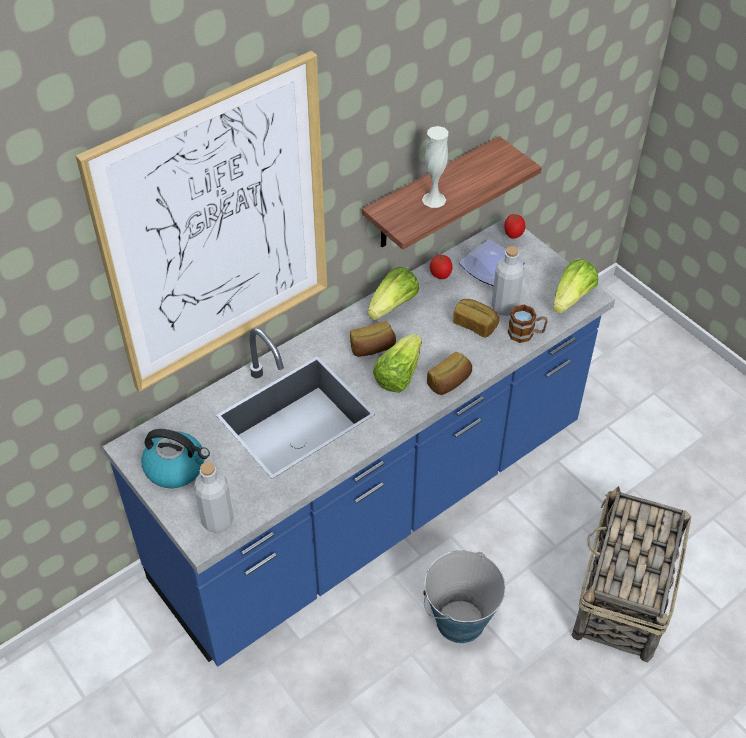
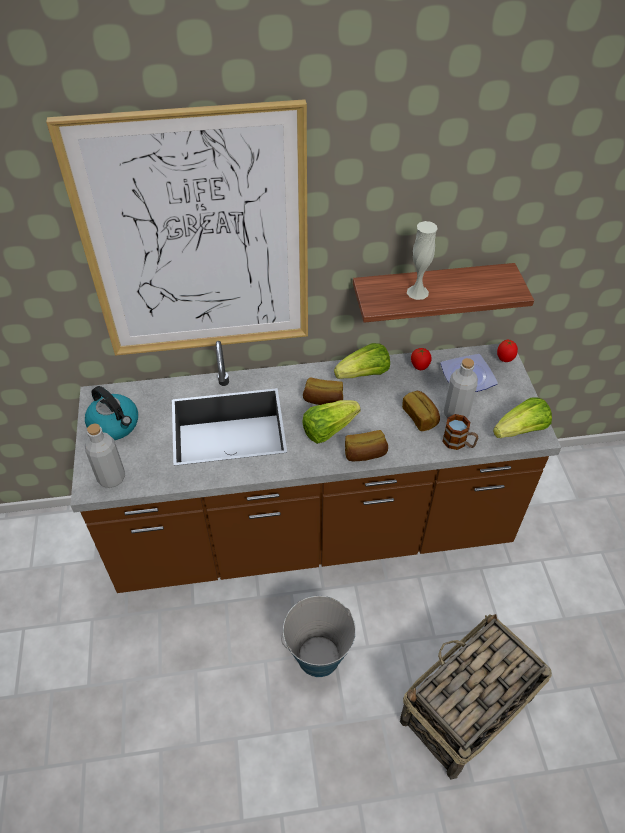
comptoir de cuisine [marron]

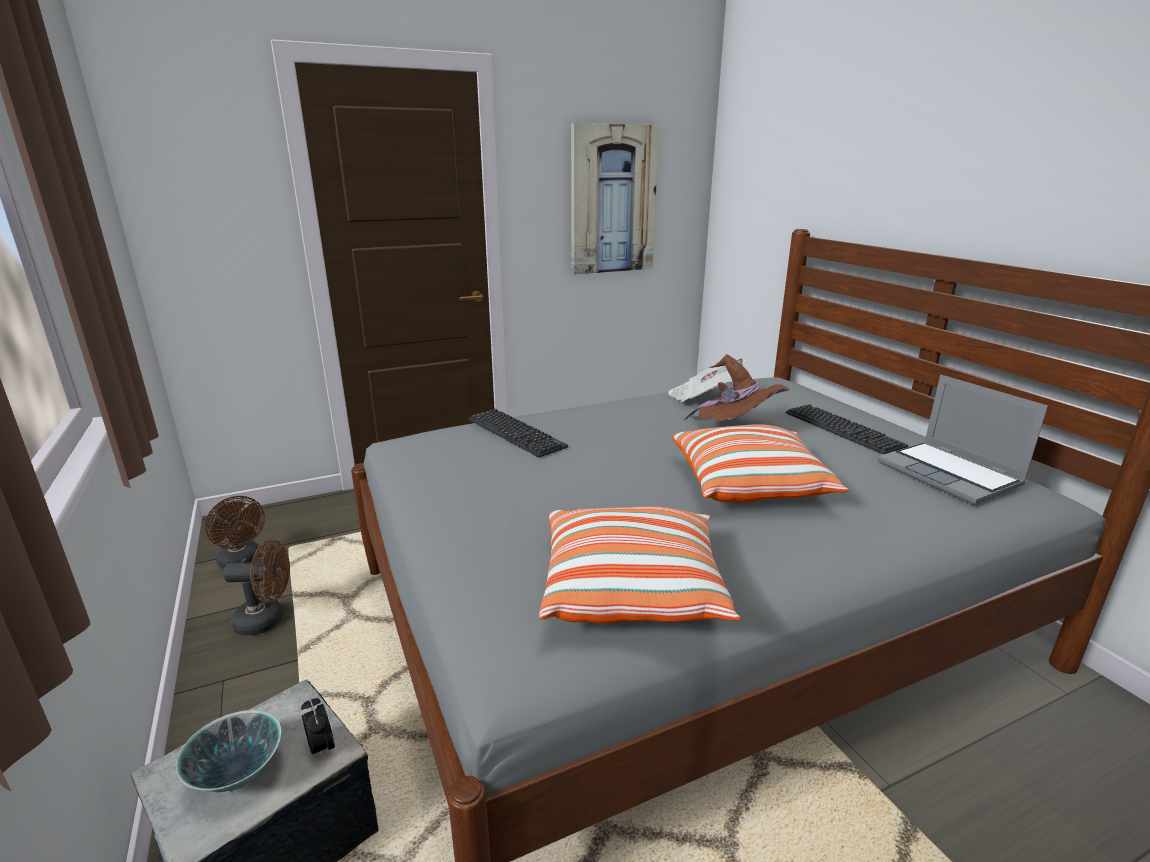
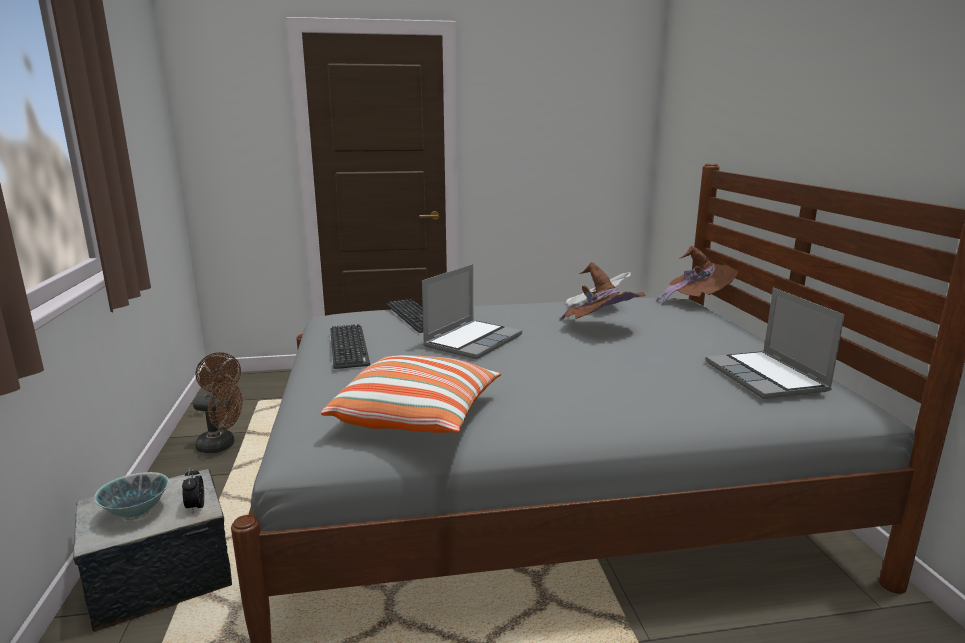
tableau
coussin (2nd from left in the first image)
ordinateur portable (1st from left)
chapeau [marron] (2nd from left)
clavier (1st from left)

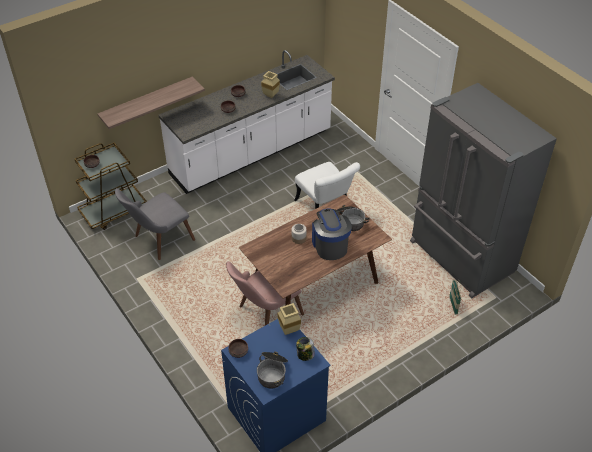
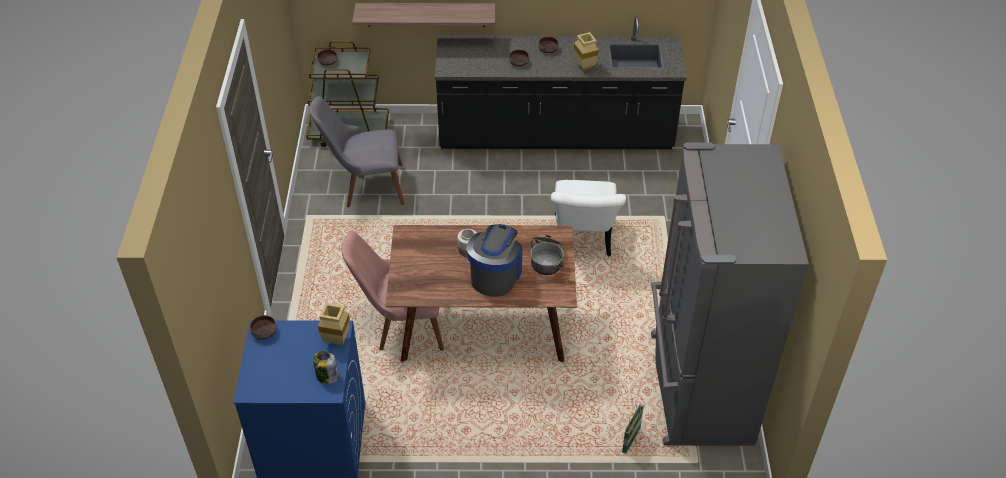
marmite (1st from left in the first image)
comptoir de cuisine [noir]

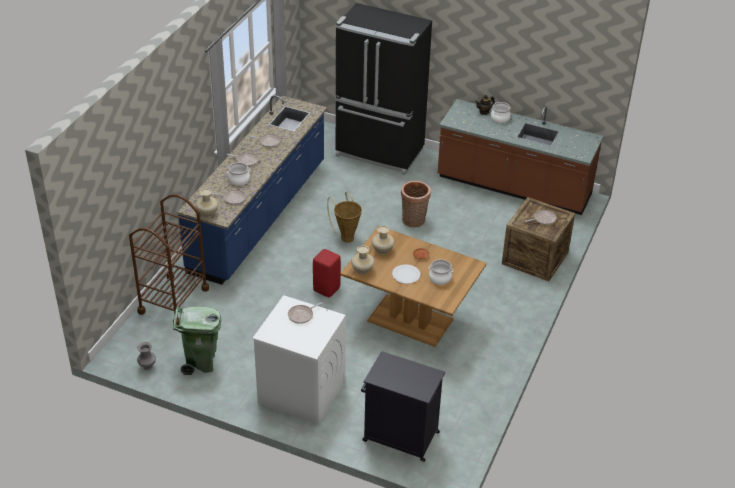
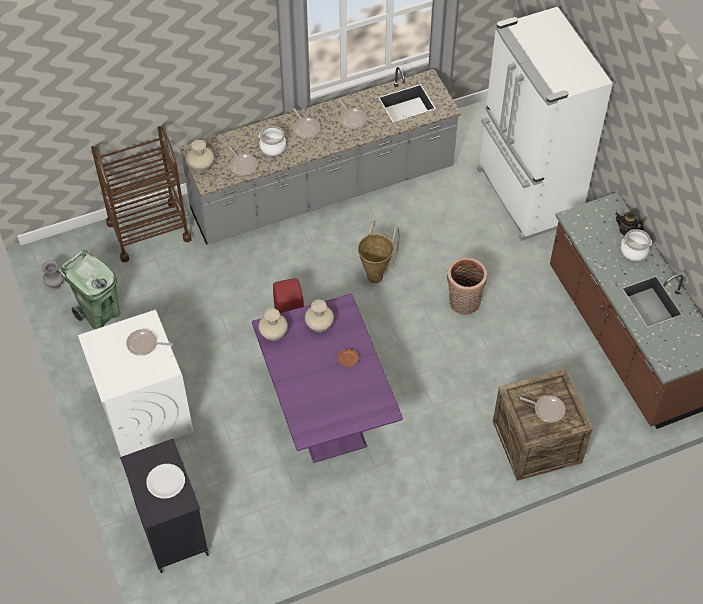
marmite (2nd from left in the first image)
assiette [blanc]
comptoir de cuisine [gris]
réfrigérateur [blanc]
table à manger [violet]

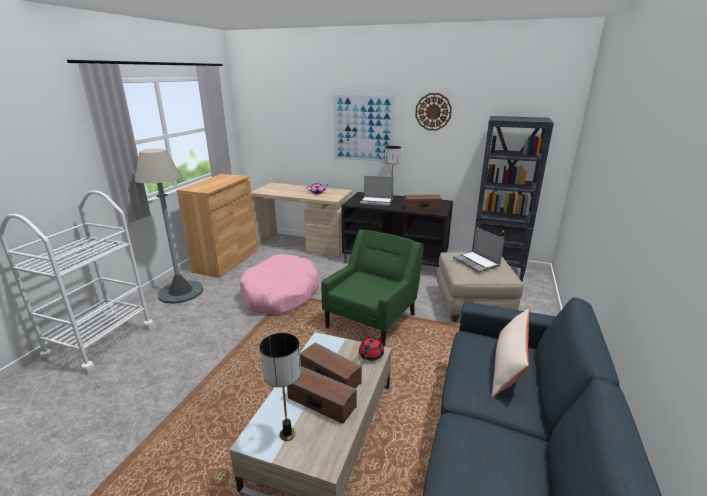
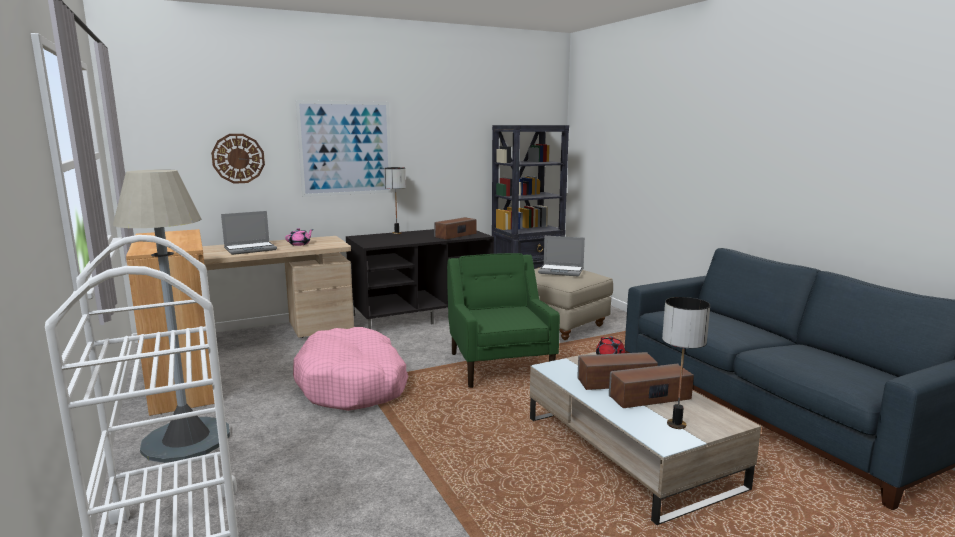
coussin [beige]
ordinateur portable (1st from left)
horloge murale

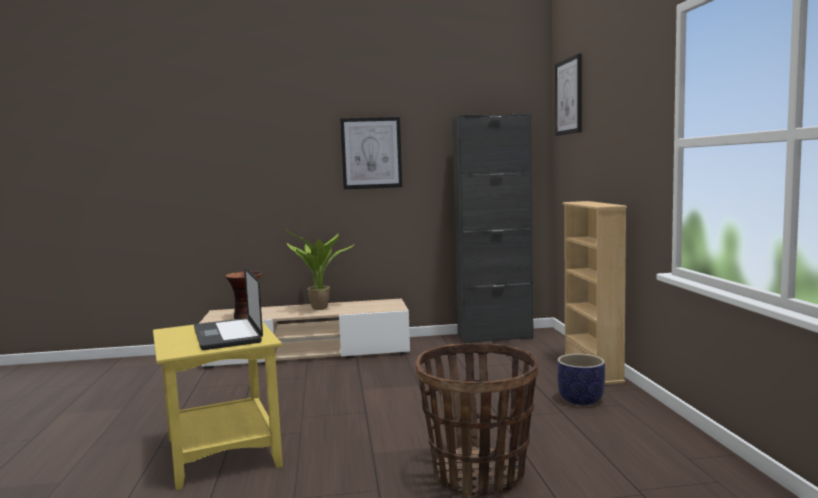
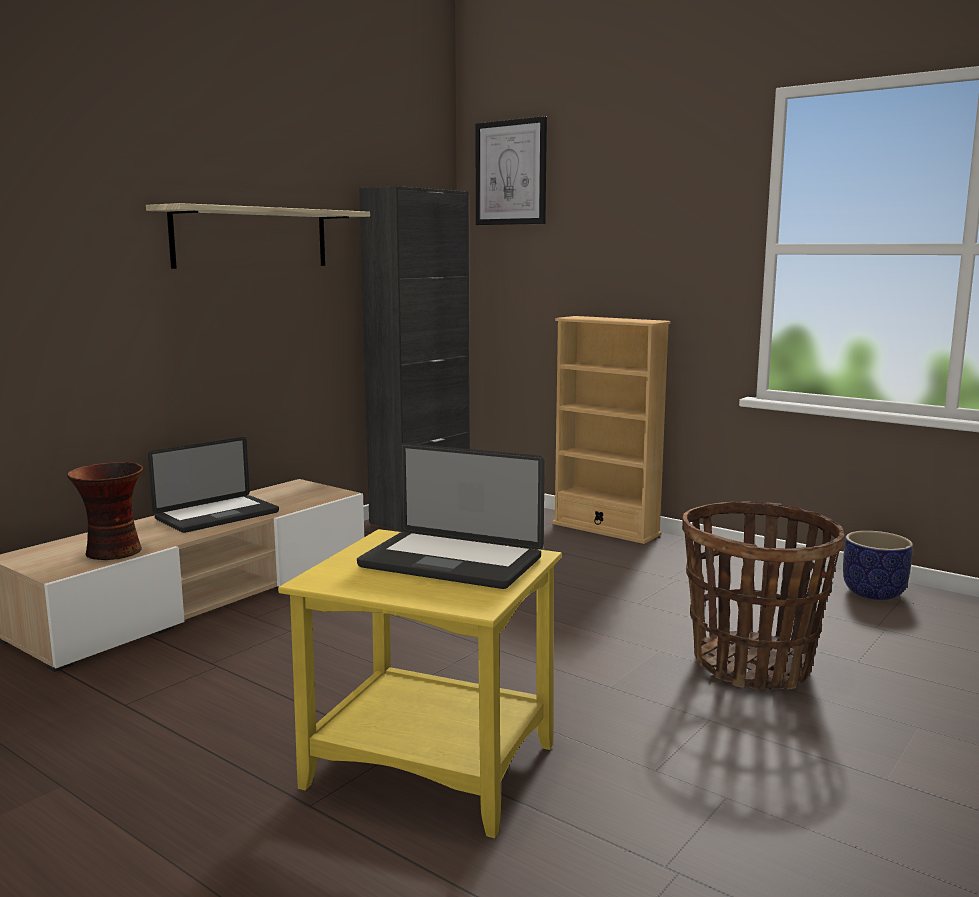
cache-pot
ordinateur portable (1st from left)
étagère

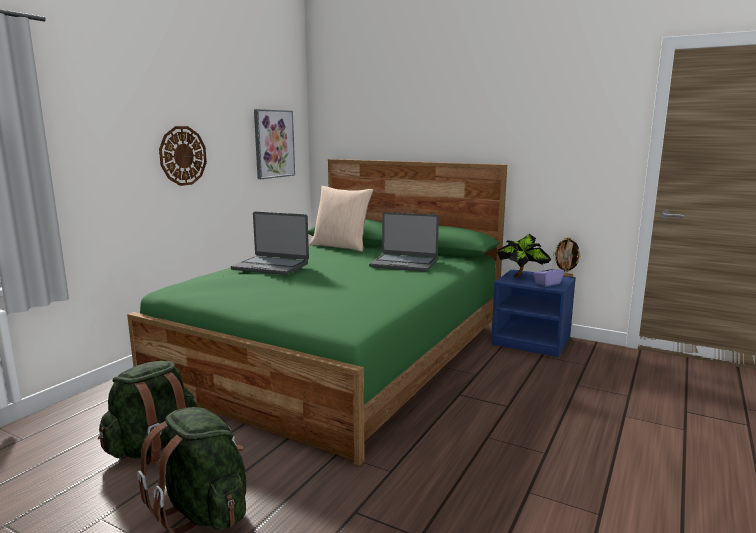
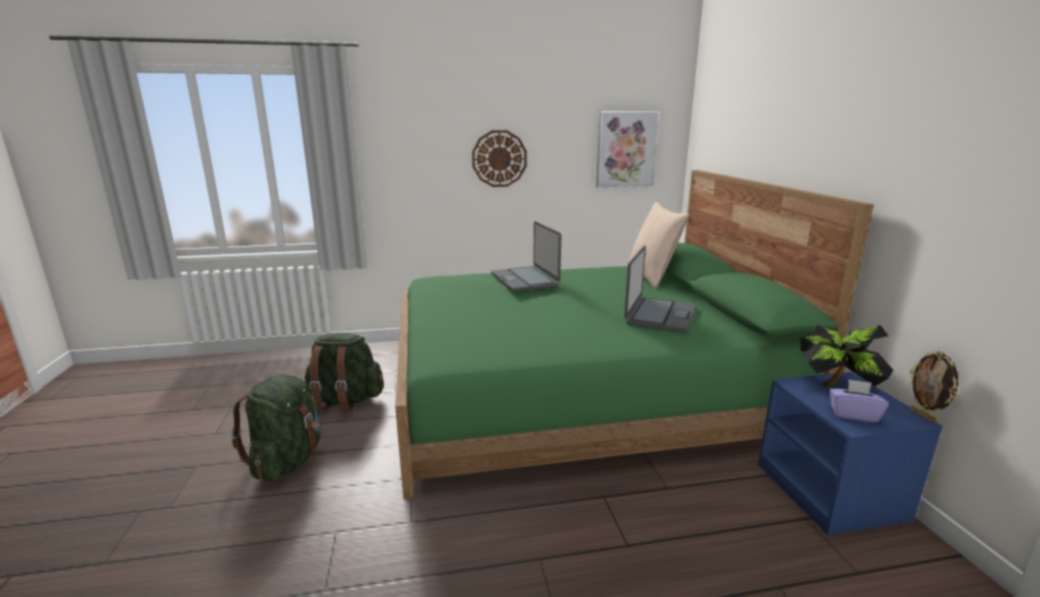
ordinateur portable (2nd from left)

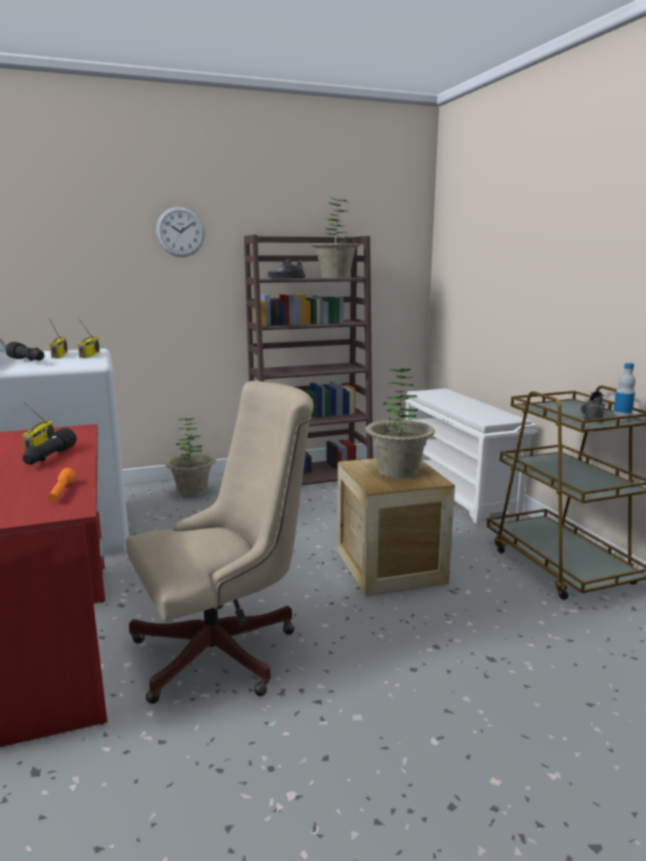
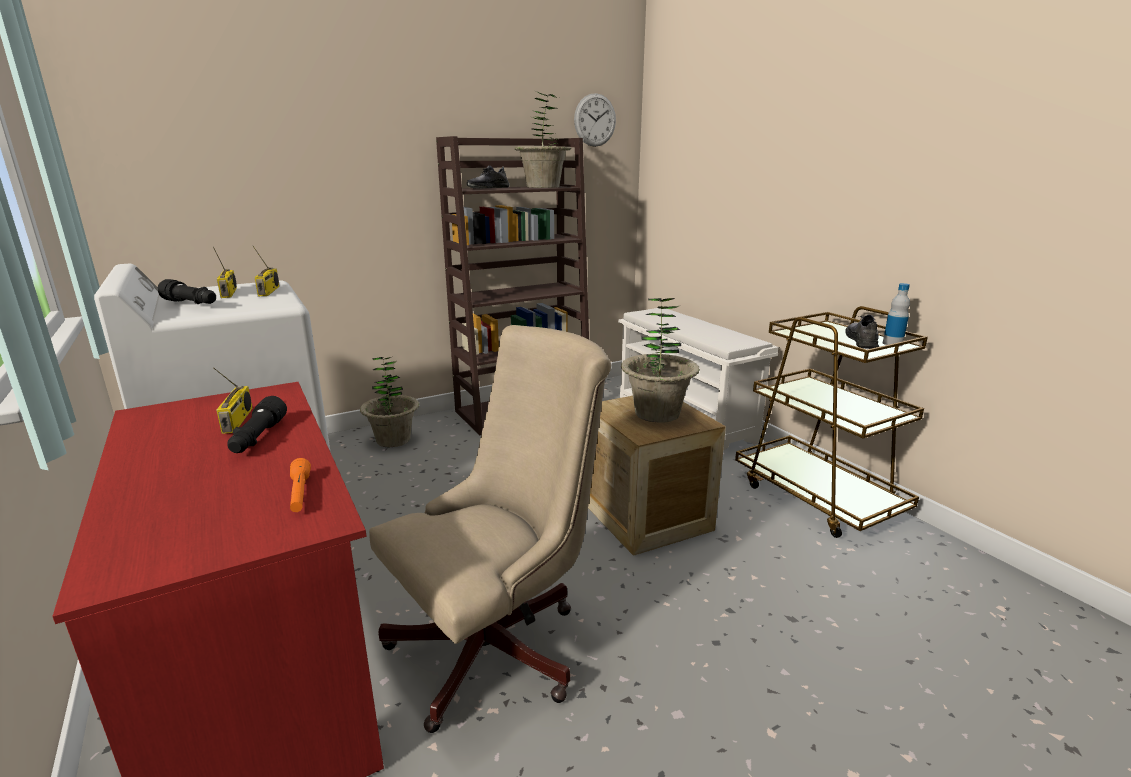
horloge murale

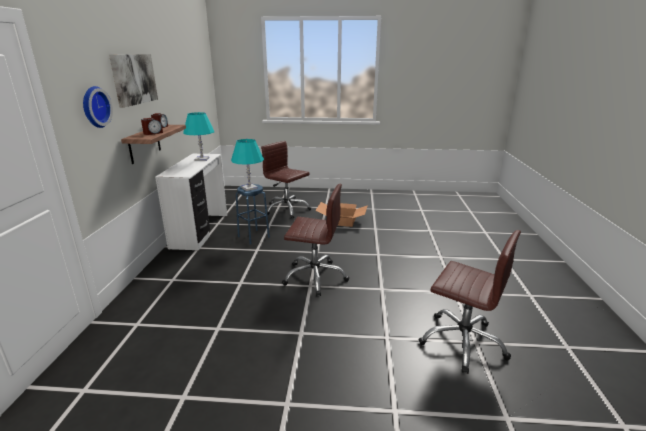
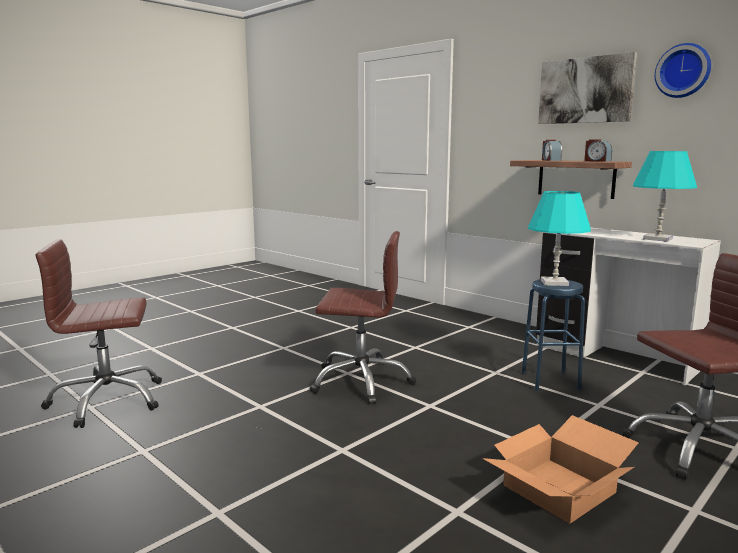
horloge murale
chaise de bureau [marron] (2nd from left)

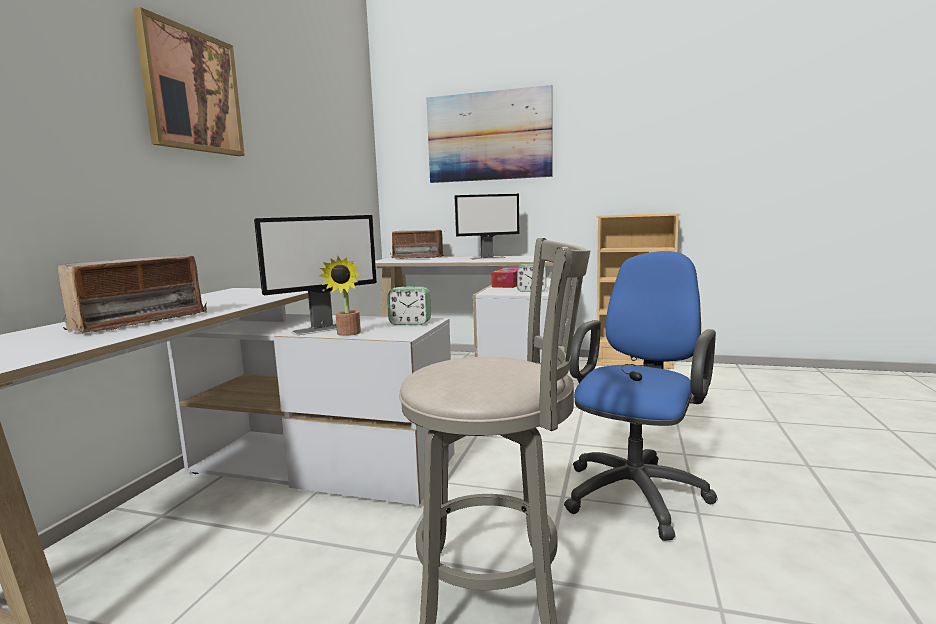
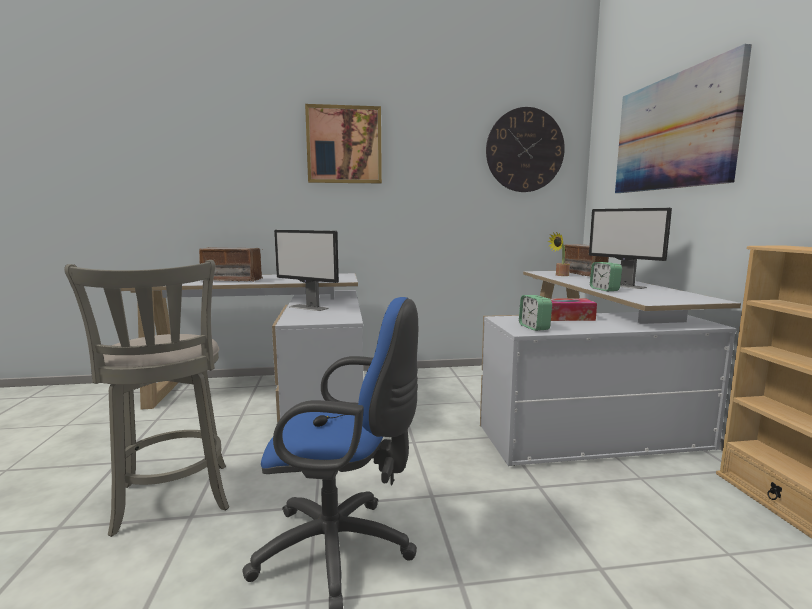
horloge murale
plante en pot
réveil (2nd from left)

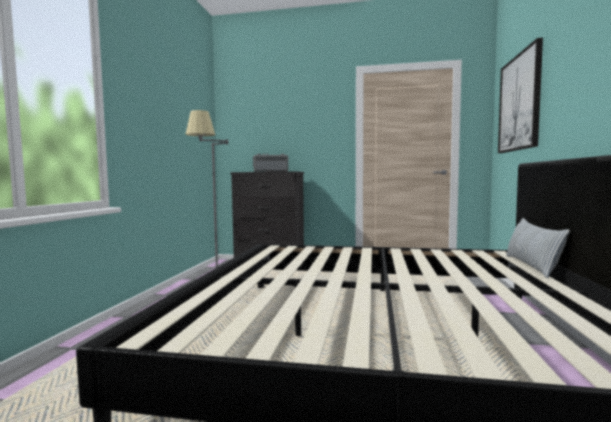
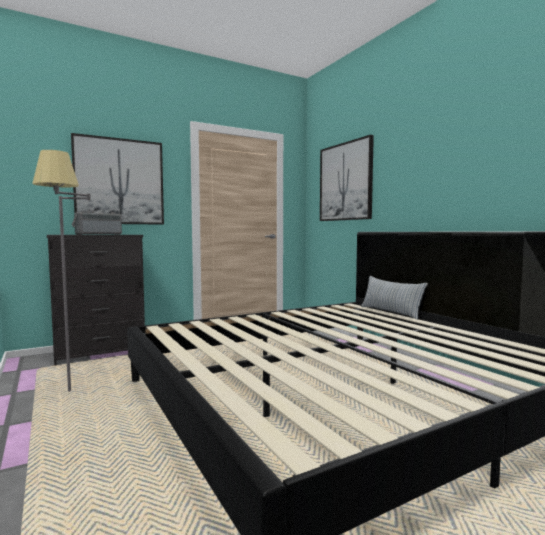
tableau (1st from left)

